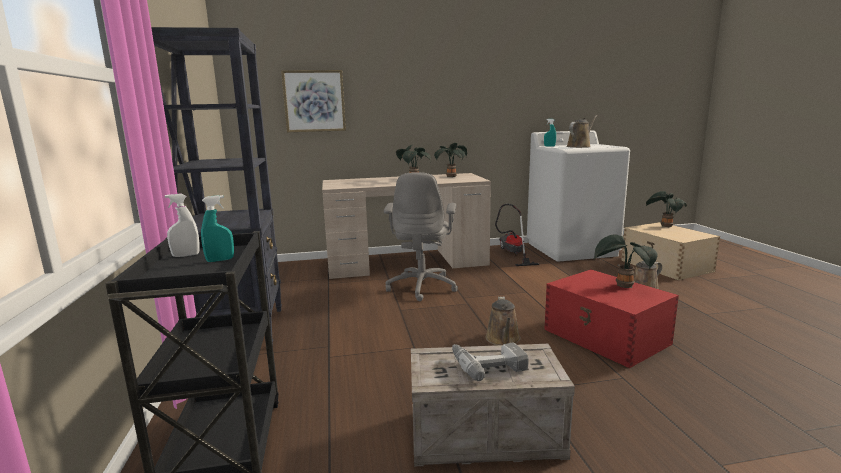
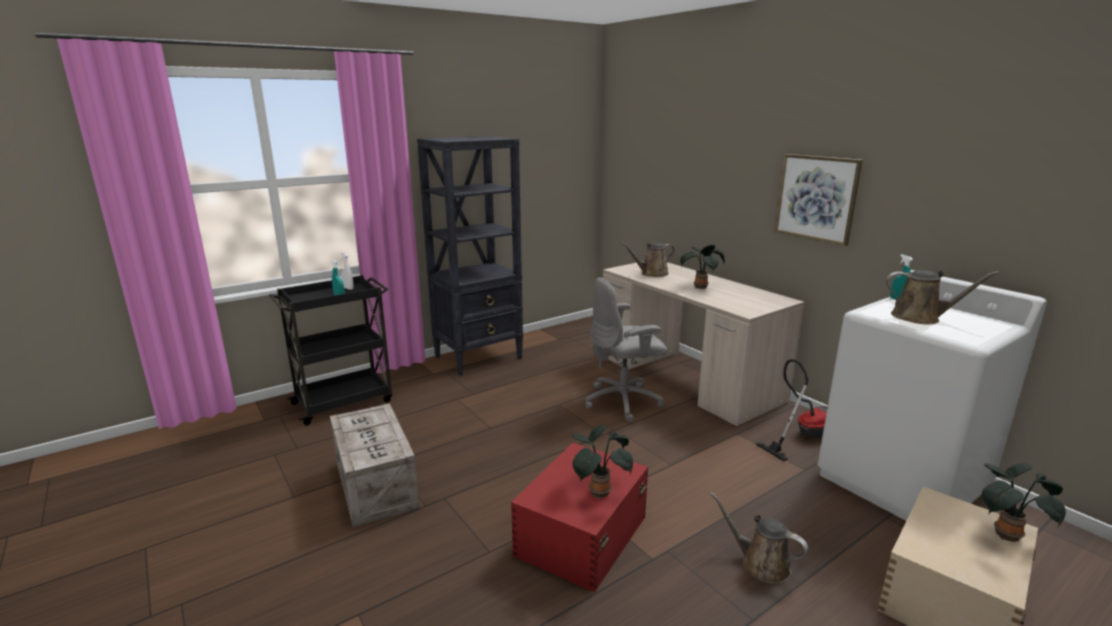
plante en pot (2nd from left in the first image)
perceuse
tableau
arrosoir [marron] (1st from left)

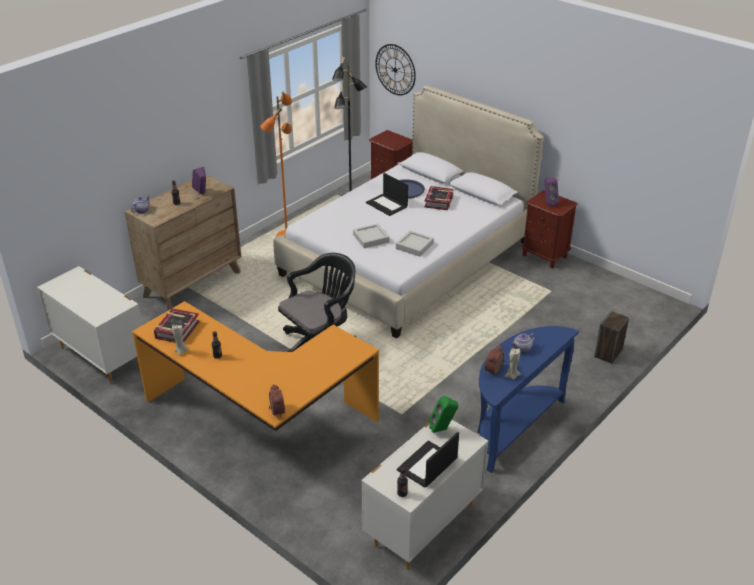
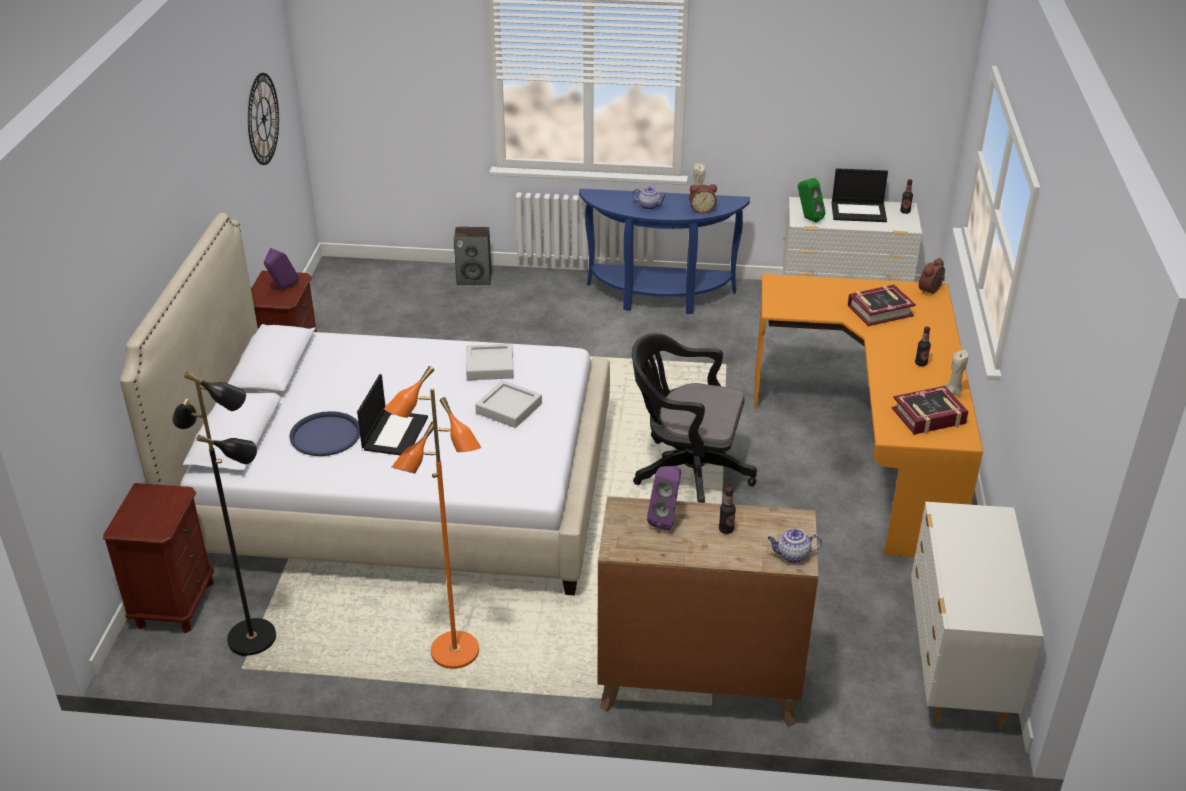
horloge murale
livre (1st from left)

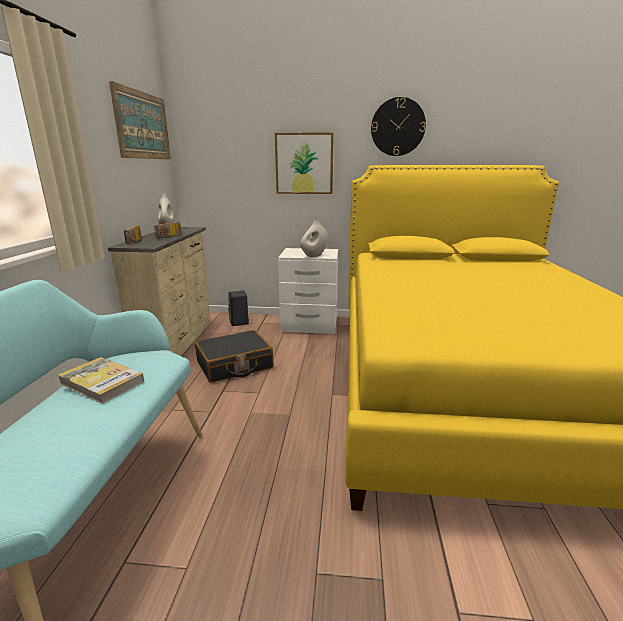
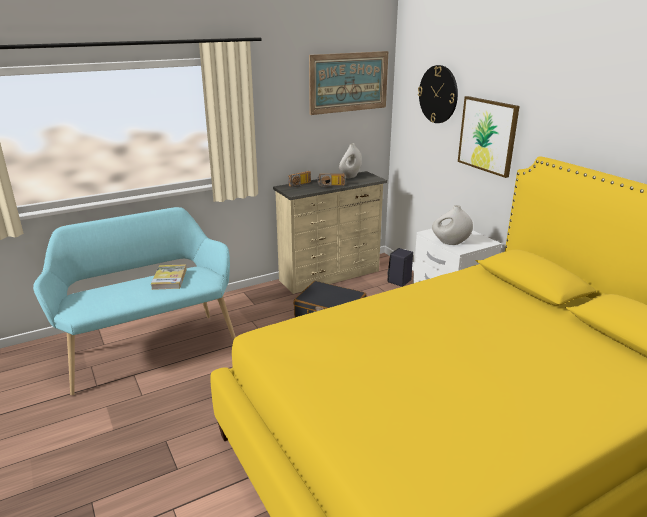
horloge murale

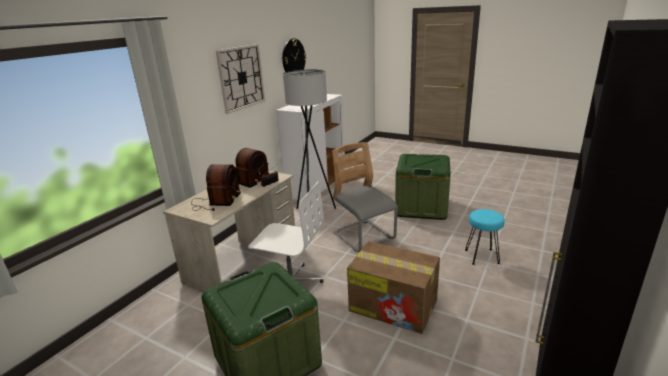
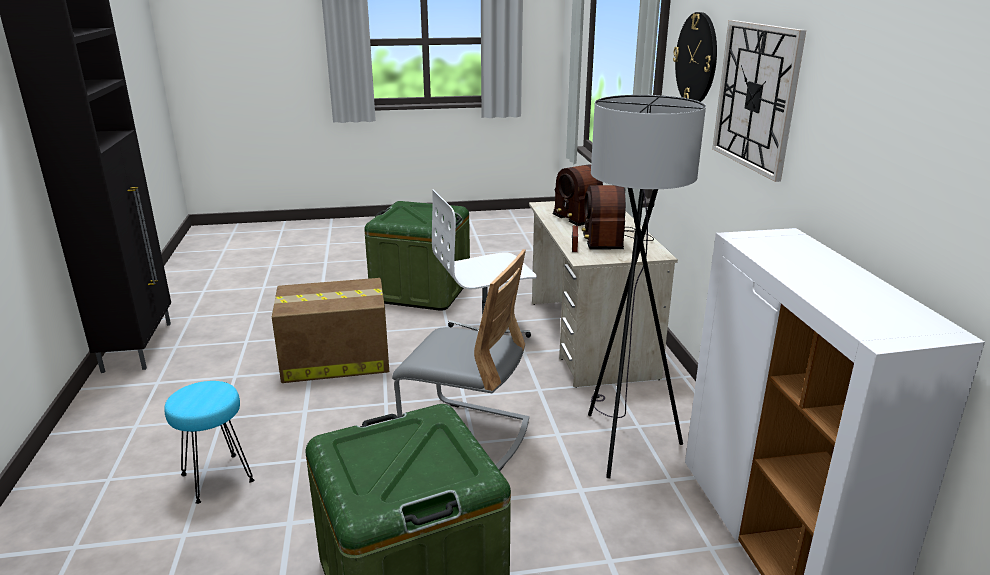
horloge murale (1st from left)

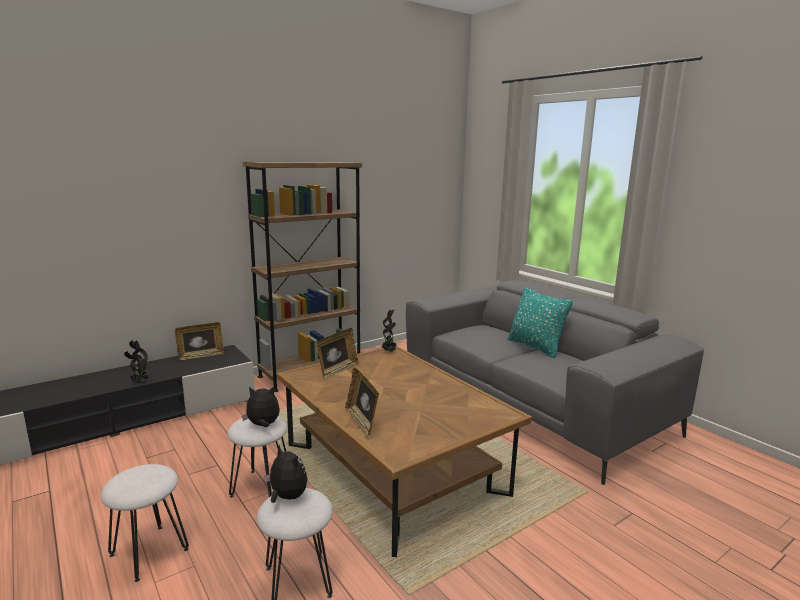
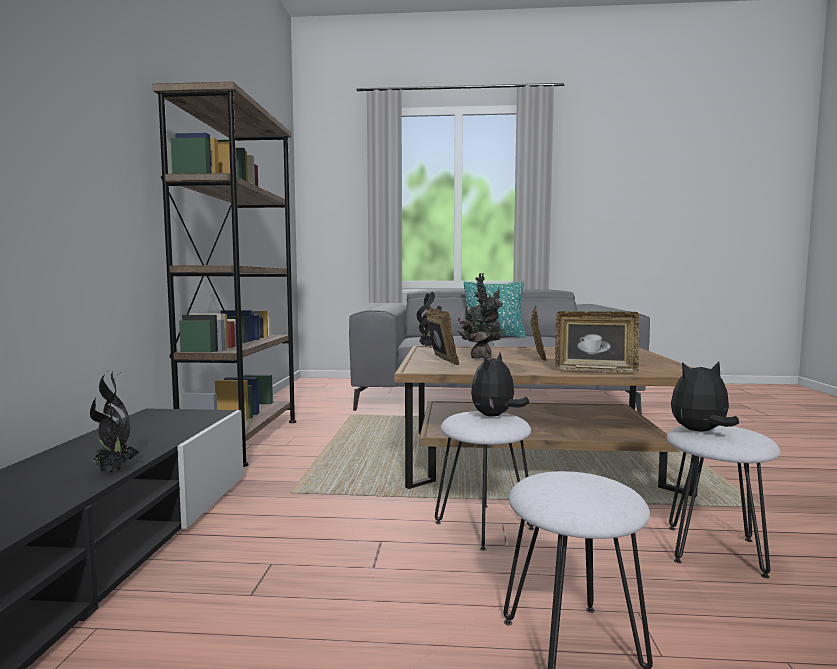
plante en pot (3rd from left)
cadre photo (2nd from left)

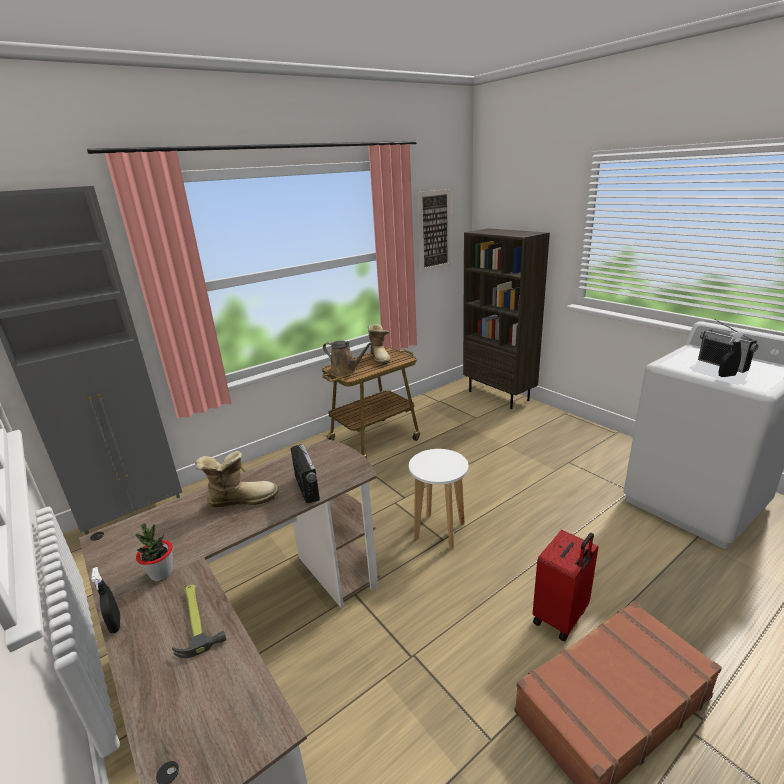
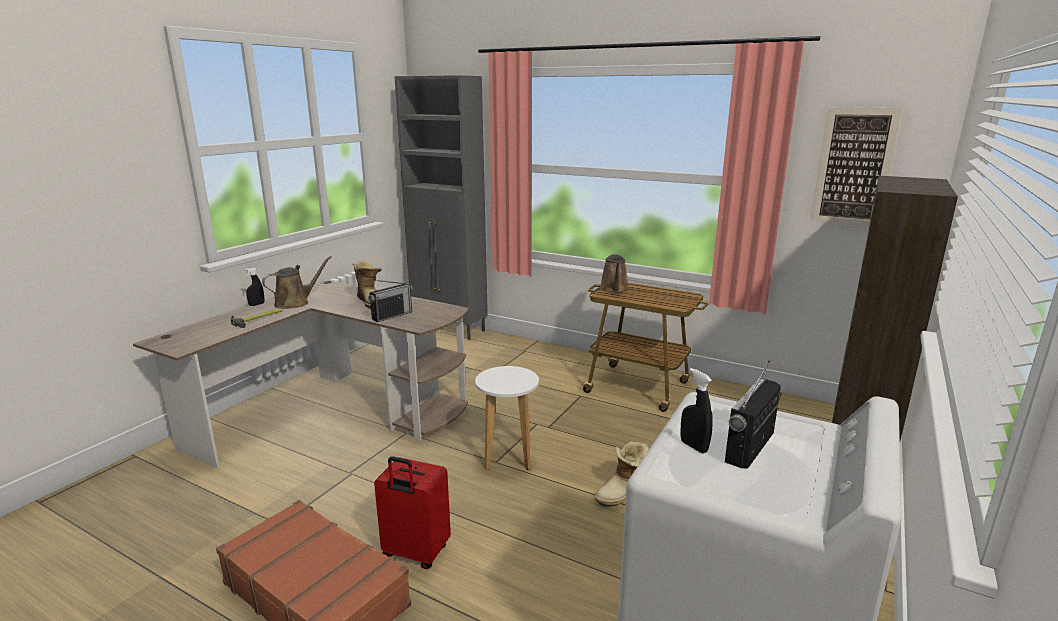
botte (2nd from left)
arrosoir [marron] (1st from left)

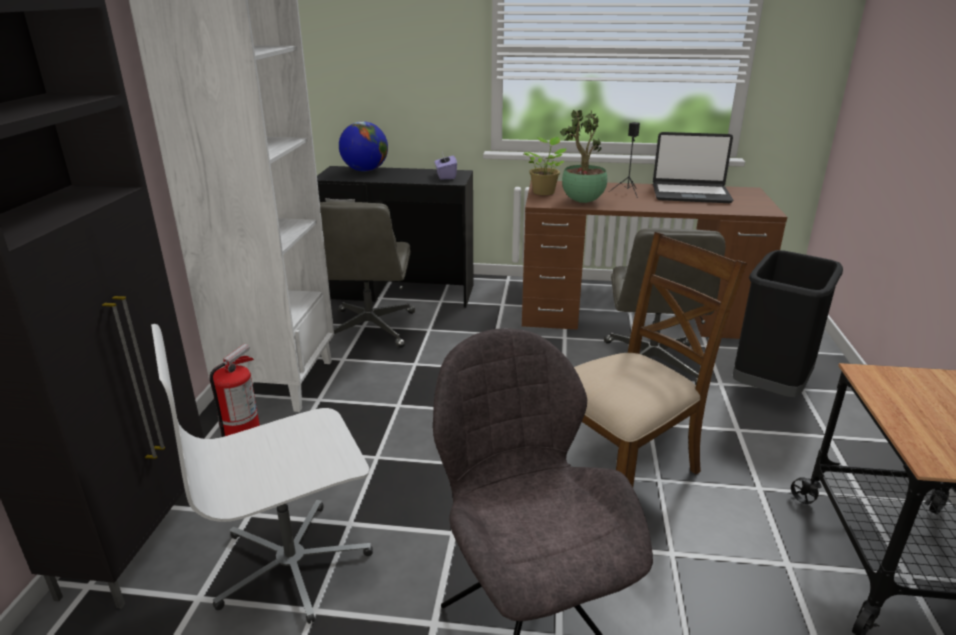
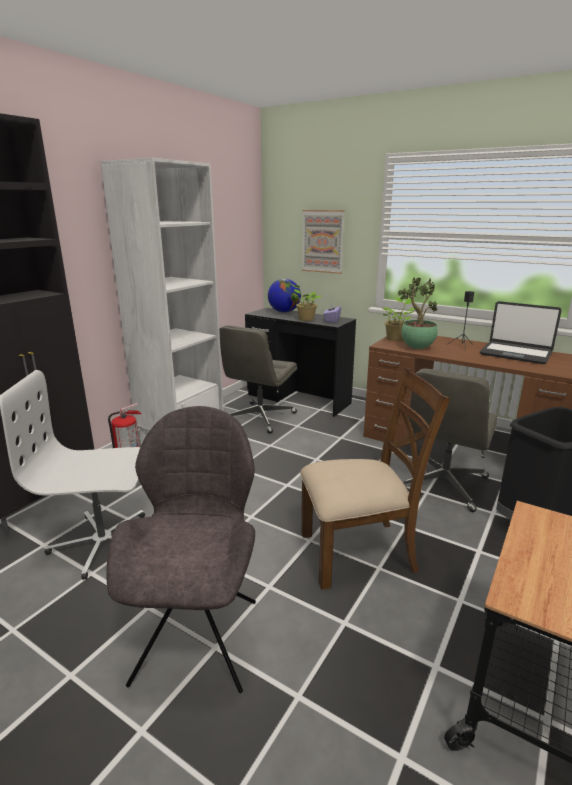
plante en pot (1st from left)
tableau

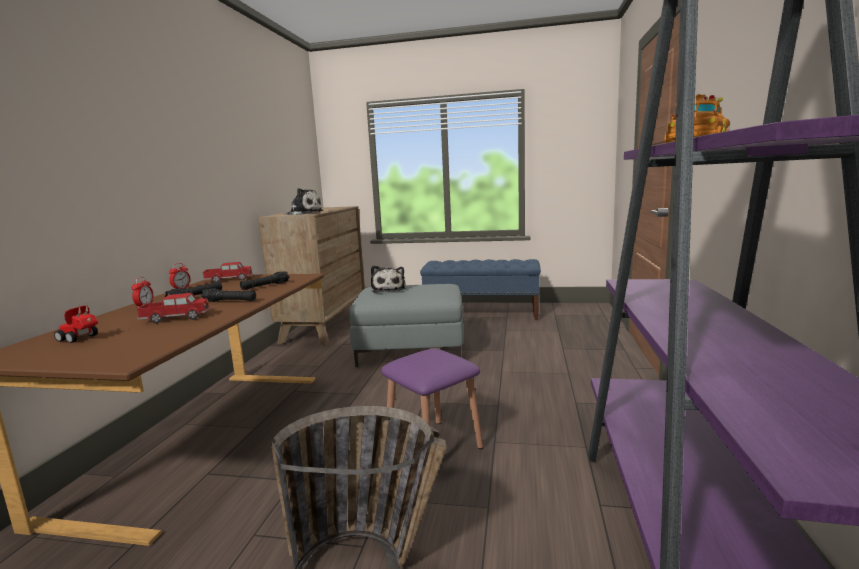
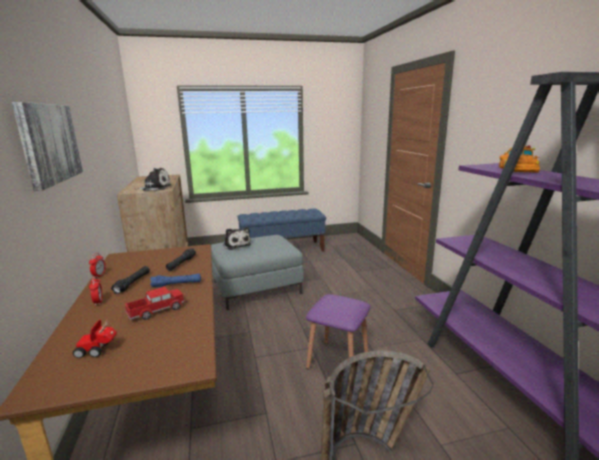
camion jouet (2nd from left in the first image)
tableau
lampe de poche [bleu]

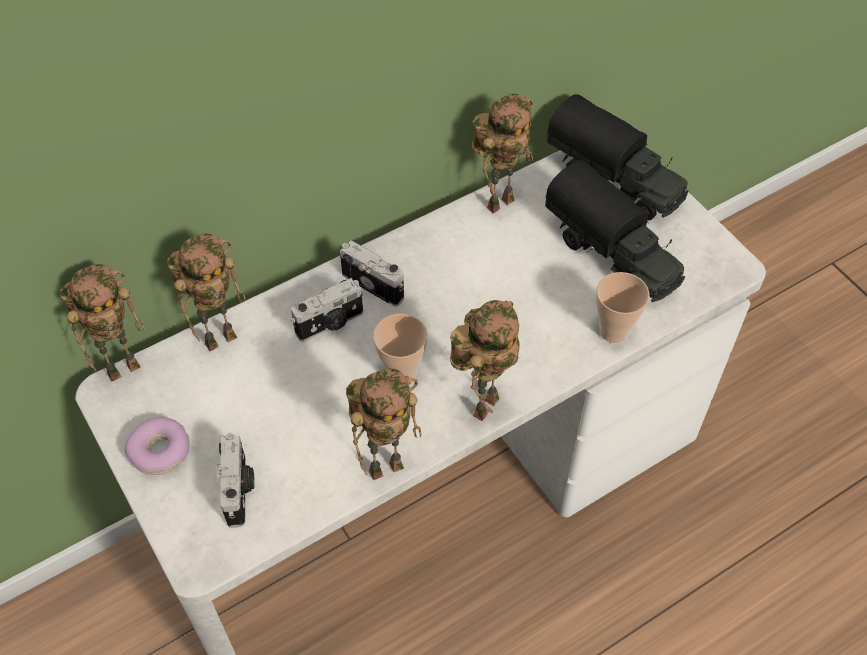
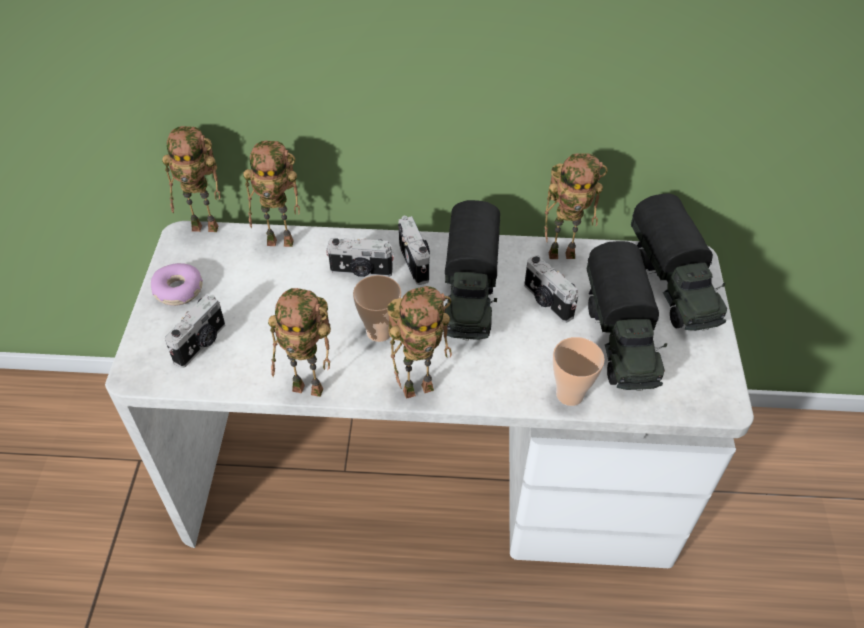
camion jouet (1st from left)
appareil photo (4th from left)

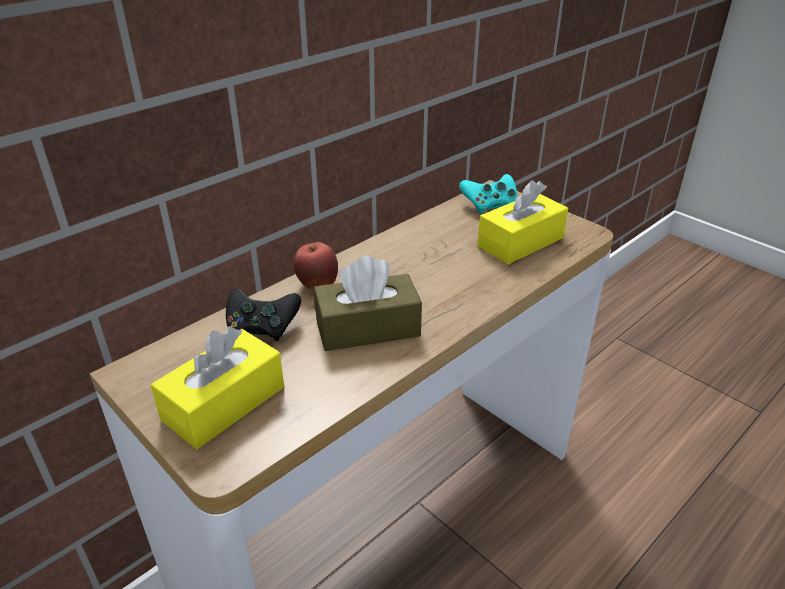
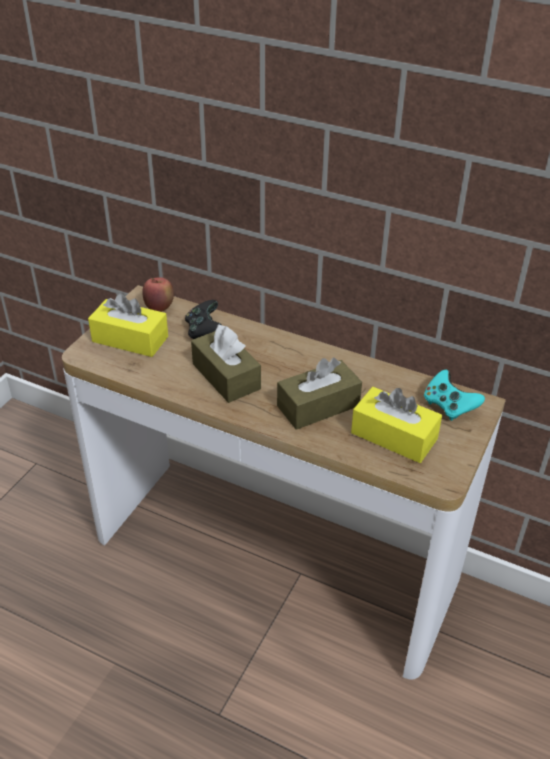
boîte à mouchoirs [marron] (2nd from left)
pomme

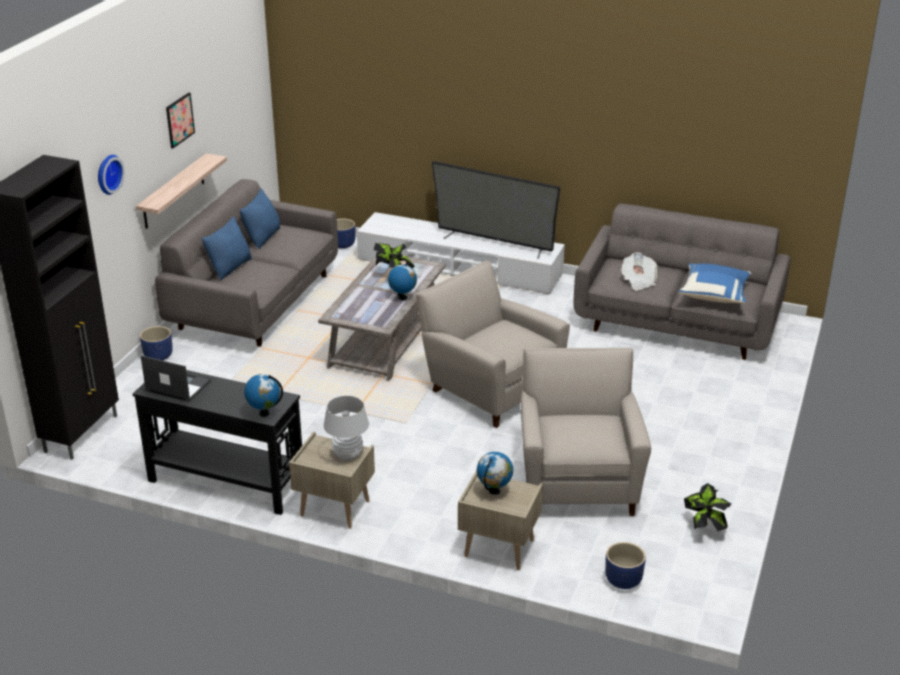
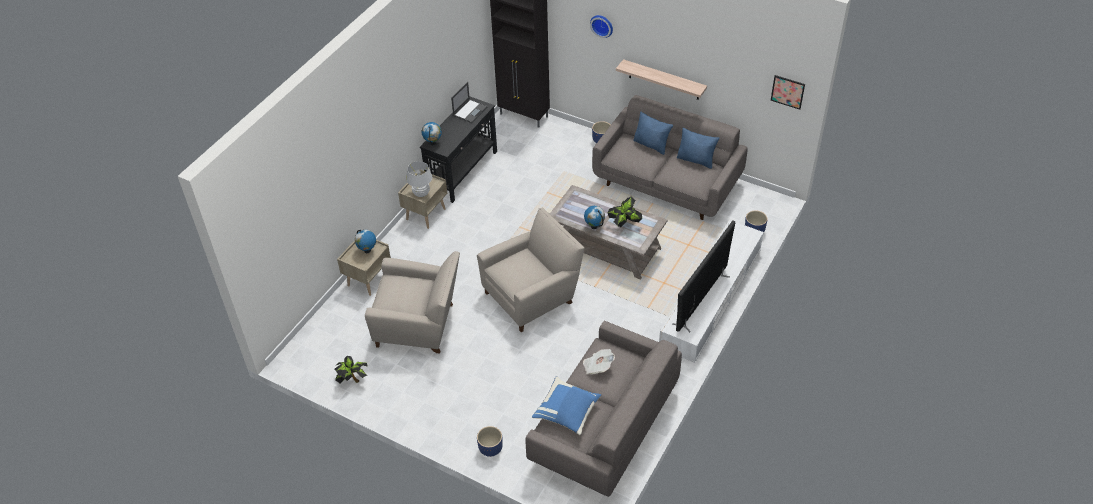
tableau
cache-pot [bleu] (1st from left)

